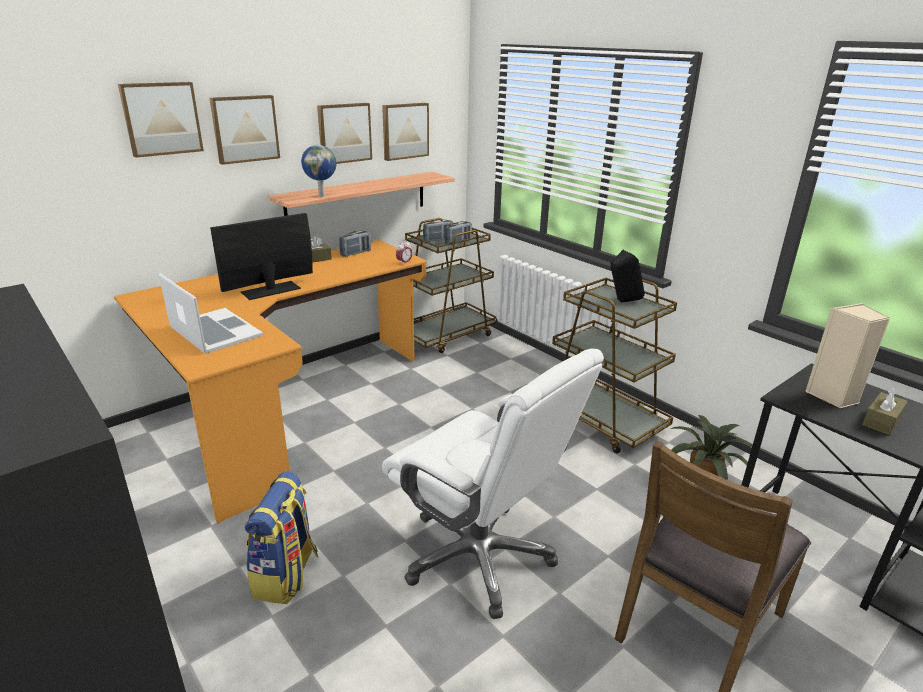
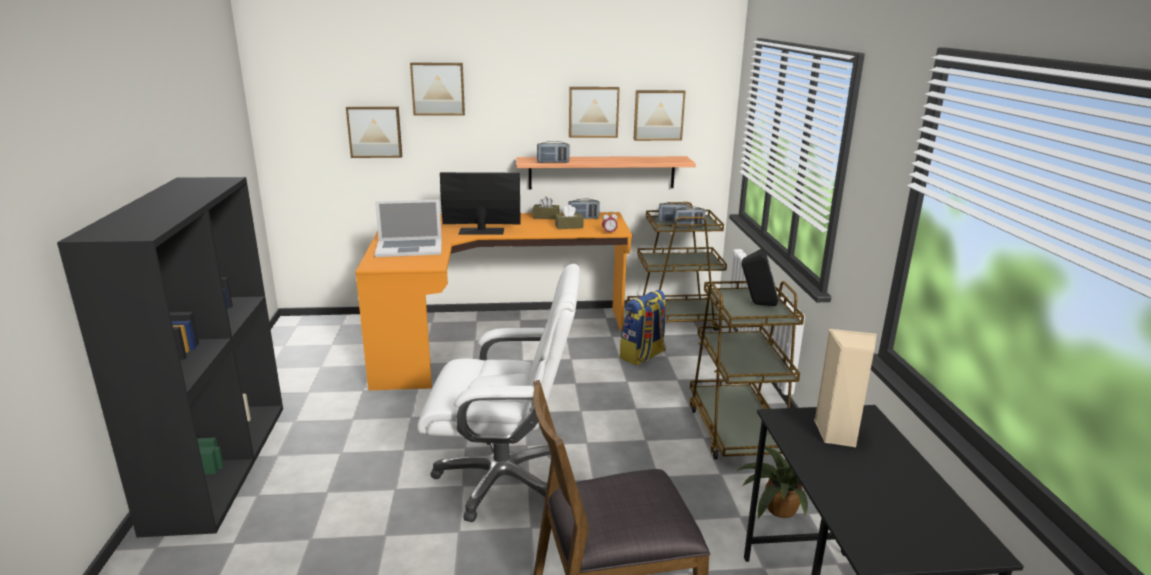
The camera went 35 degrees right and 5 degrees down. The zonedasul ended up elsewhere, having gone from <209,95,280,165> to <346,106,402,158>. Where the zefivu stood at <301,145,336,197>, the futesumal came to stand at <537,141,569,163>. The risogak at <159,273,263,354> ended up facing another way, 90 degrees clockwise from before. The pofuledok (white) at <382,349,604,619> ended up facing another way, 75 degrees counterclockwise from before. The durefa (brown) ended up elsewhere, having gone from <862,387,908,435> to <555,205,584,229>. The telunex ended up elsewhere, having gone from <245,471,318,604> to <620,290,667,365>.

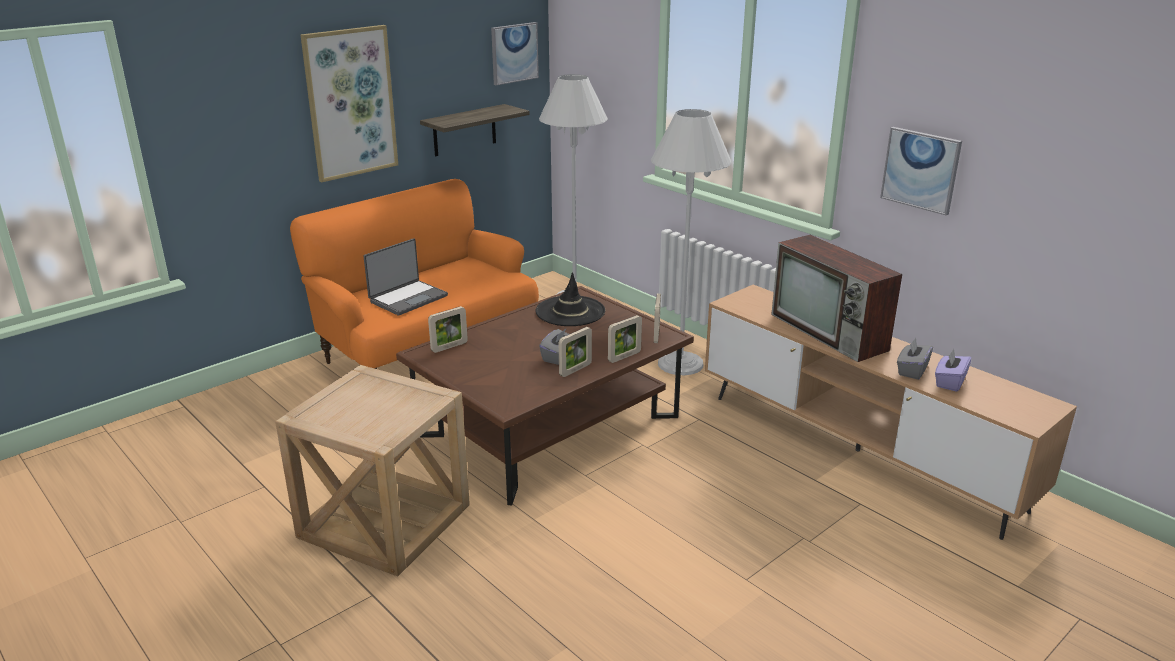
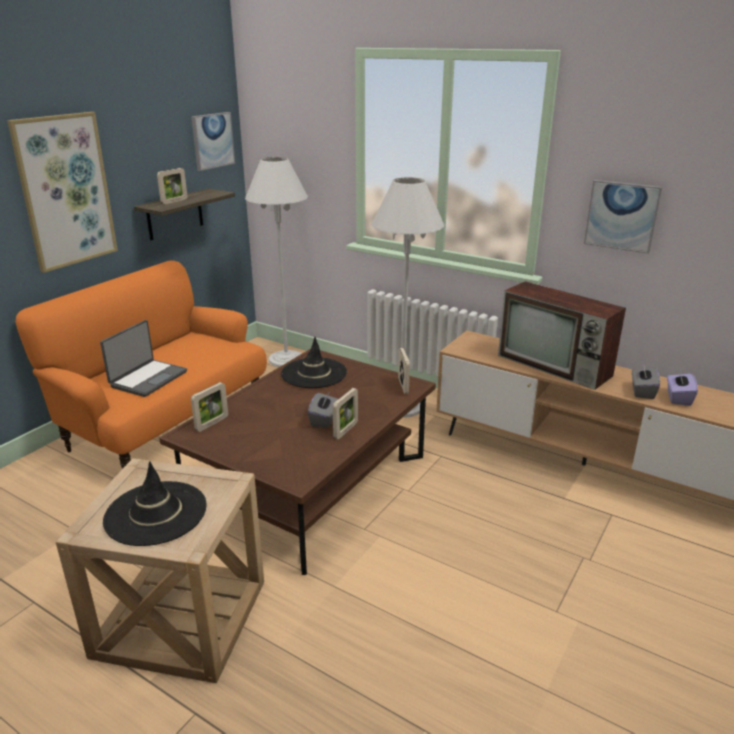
The camera went 15 degrees left and 0 degrees up. The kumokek ended up elsewhere, having gone from <608,315,642,363> to <157,168,187,204>. The second view gained the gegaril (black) at <103,461,207,546>.

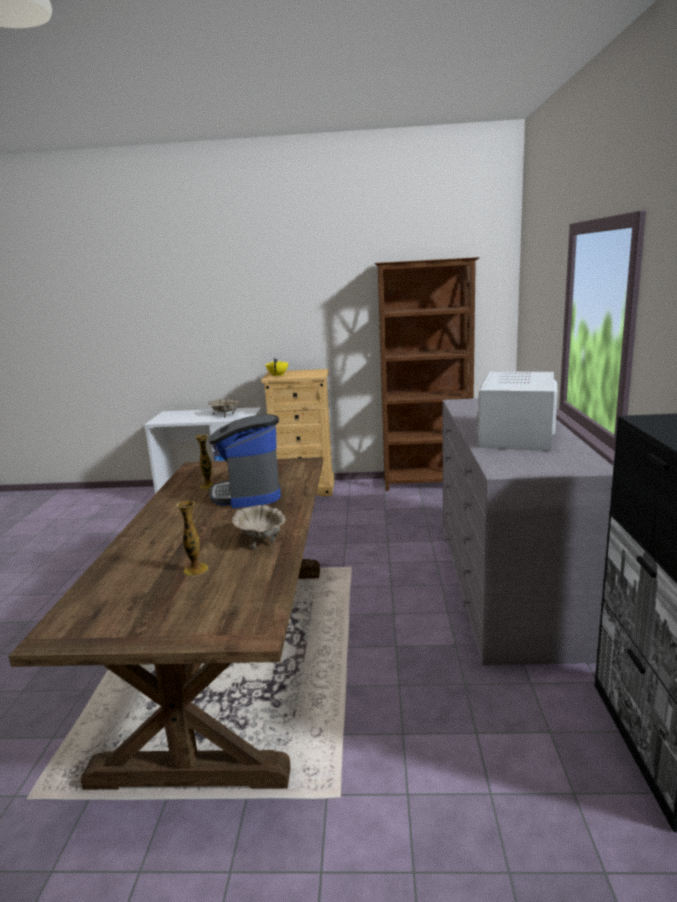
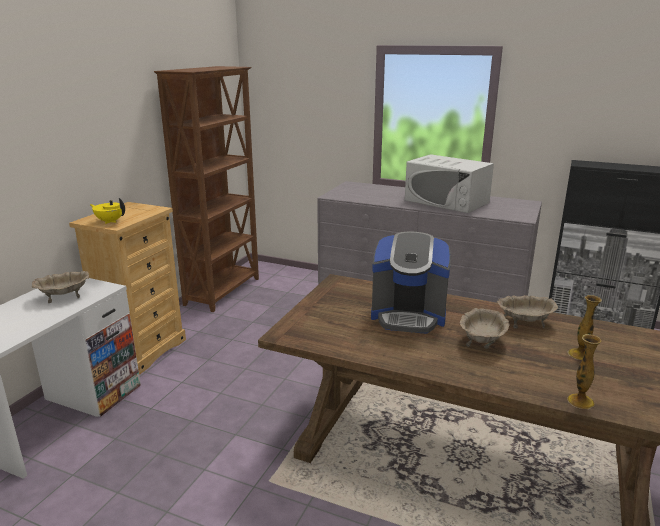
The camera went 70 degrees left and 5 degrees up. The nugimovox ended up elsewhere, having gone from <195,434,214,489> to <567,334,601,409>. The second view gained the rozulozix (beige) at <460,308,510,349>.

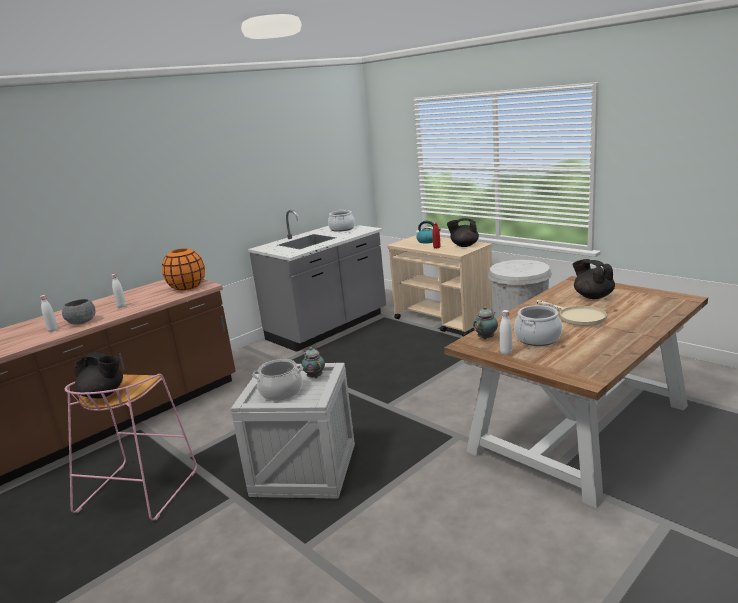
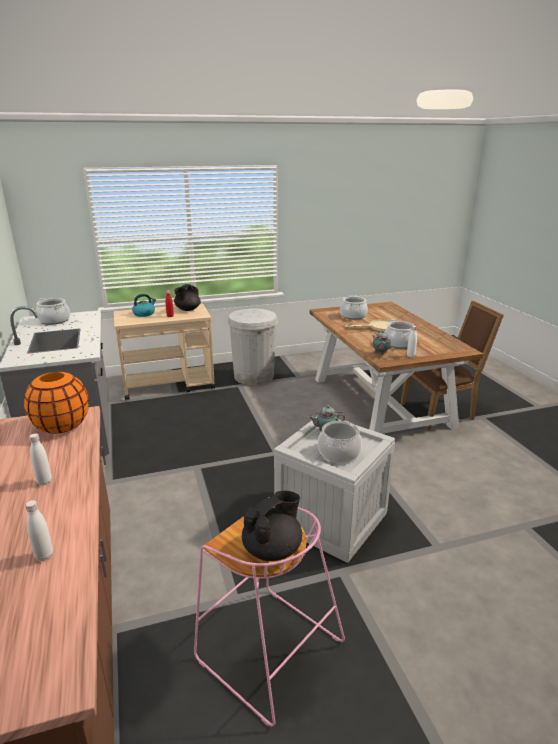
The camera went 65 degrees left and 5 degrees up. Where the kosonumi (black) stood at <572,259,615,299>, the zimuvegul came to stand at <340,295,368,320>. The second view lost the rozulozix (grey) at <62,299,95,325>. The second view gained the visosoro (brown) at <400,301,504,430>.

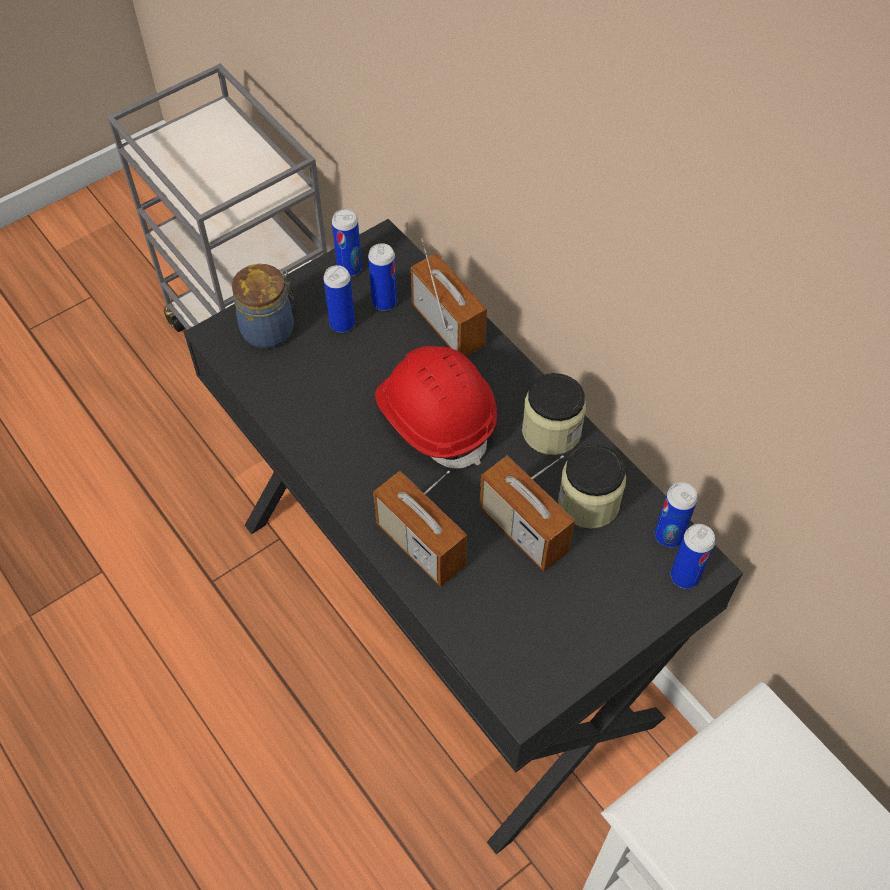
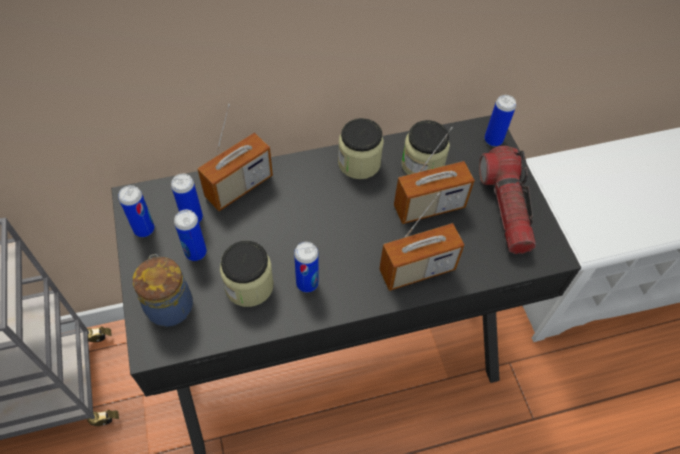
The camera went 70 degrees left and 0 degrees up. The futesumal at <411,238,487,357> ended up facing another way, 150 degrees clockwise from before. The second view lost the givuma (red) at <375,346,497,469>. The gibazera ended up elsewhere, having gone from <655,482,698,547> to <294,242,318,292>. The second view gained the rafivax at <479,146,536,254>. The second view gained the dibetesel at <220,241,274,307>.

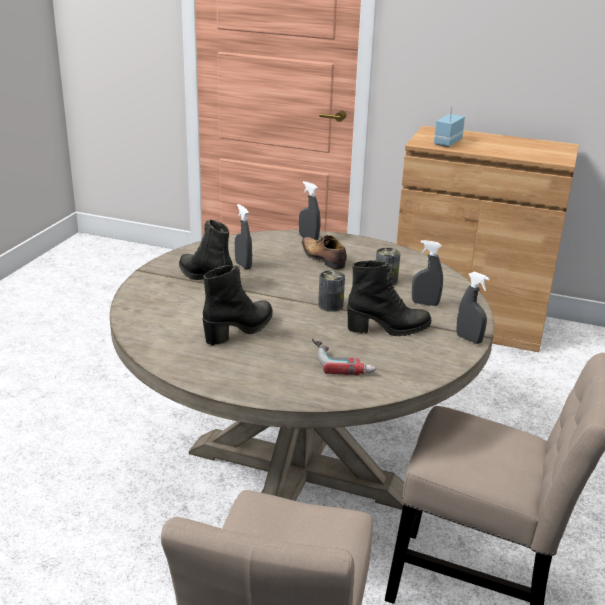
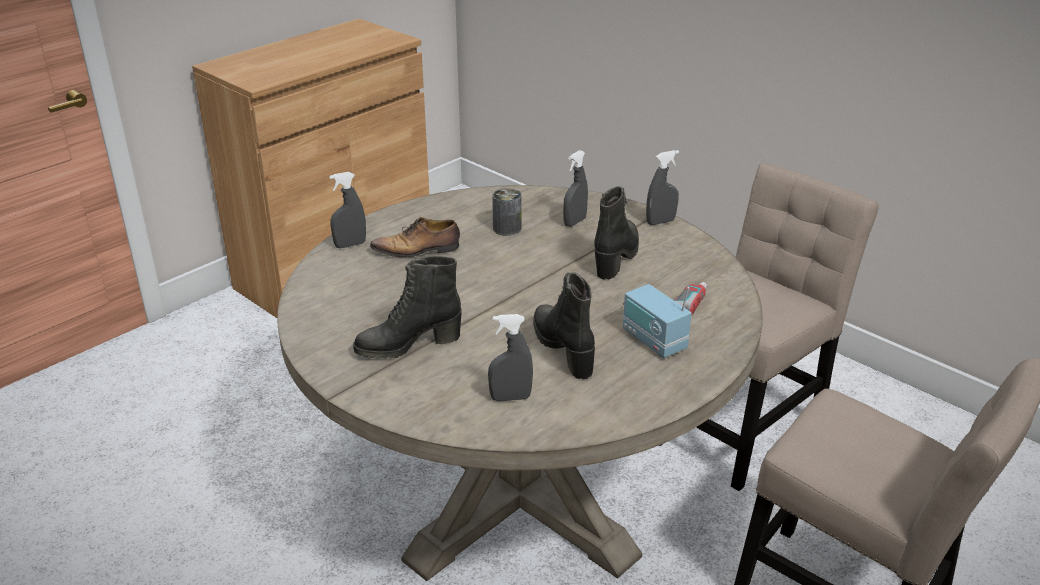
The camera went 65 degrees left and 5 degrees up. The futesumal ended up elsewhere, having gone from <434,106,465,147> to <623,284,692,358>. The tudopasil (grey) ended up elsewhere, having gone from <235,204,252,270> to <488,314,533,402>. The second view lost the gibazera at <318,270,345,312>.

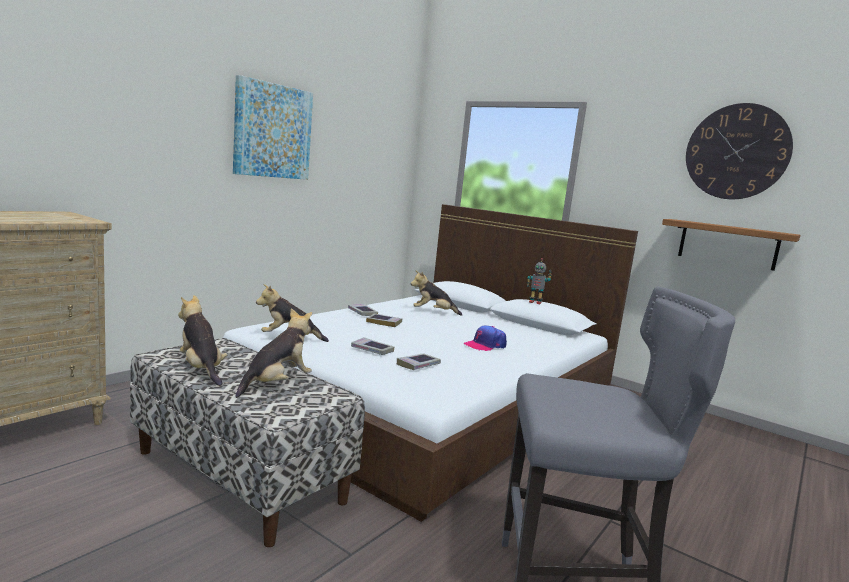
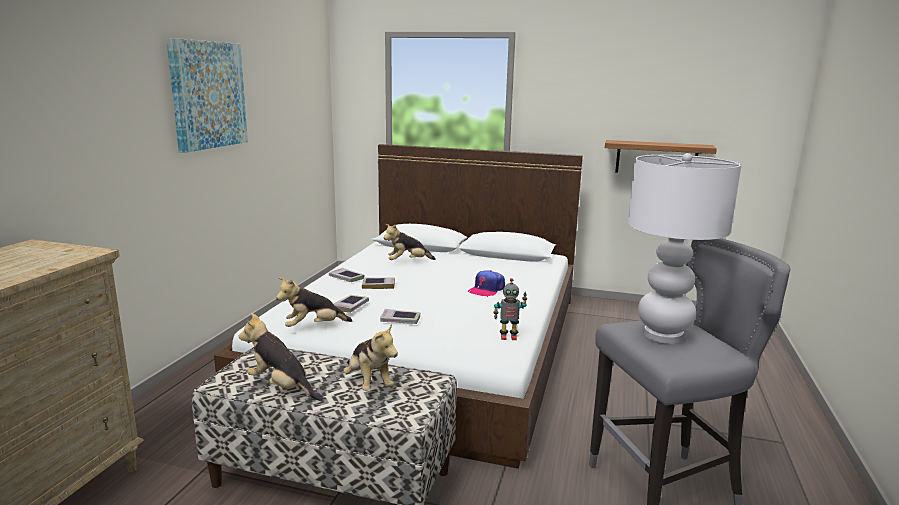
The camera went 20 degrees left and 5 degrees up. The second view lost the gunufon at <686,103,793,199>. The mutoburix ended up elsewhere, having gone from <526,258,552,304> to <493,278,527,340>. The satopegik at <235,308,312,398> ended up facing another way, 135 degrees clockwise from before. The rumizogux ended up elsewhere, having gone from <397,353,441,370> to <333,295,369,313>. The second view gained the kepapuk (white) at <628,153,741,344>.

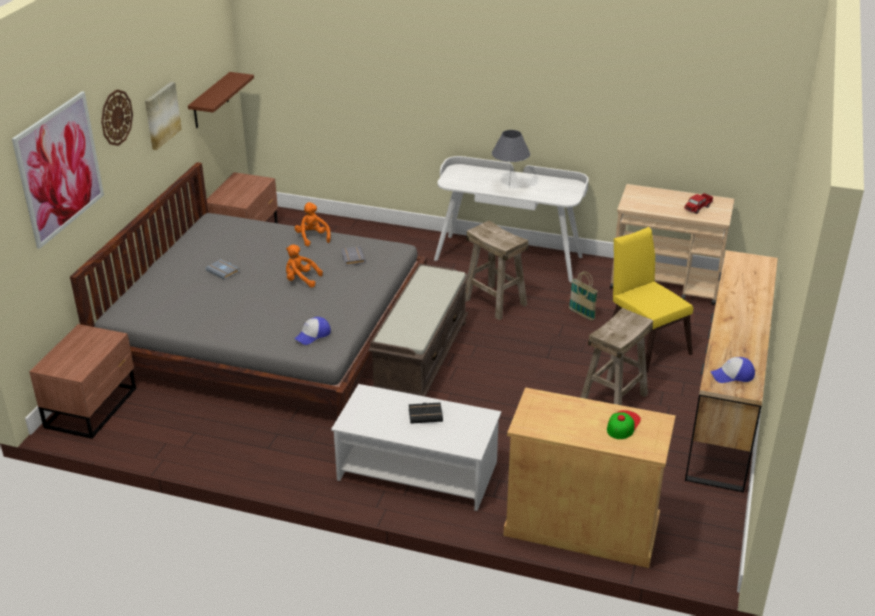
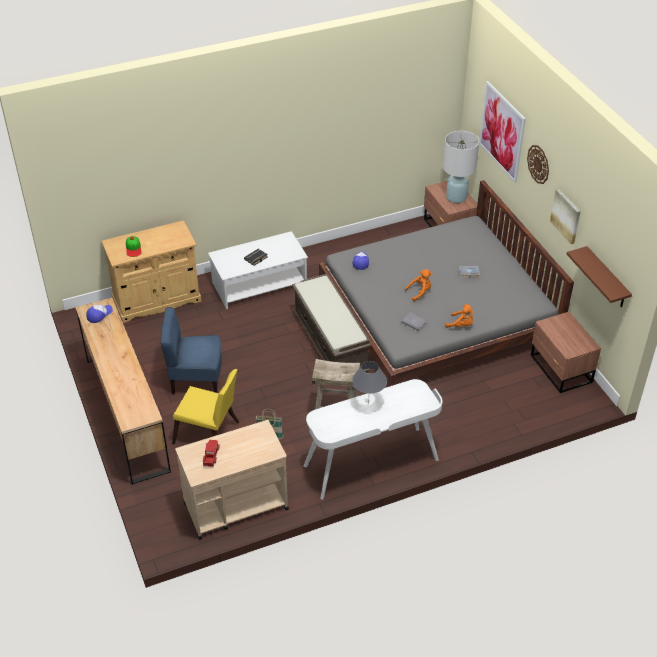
The camera went 140 degrees right and 10 degrees up. Where the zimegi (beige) stood at <580,308,653,405>, the visosoro (blue) came to stand at <161,307,221,394>. The second view gained the kepapuk (white) at <443,131,479,203>.

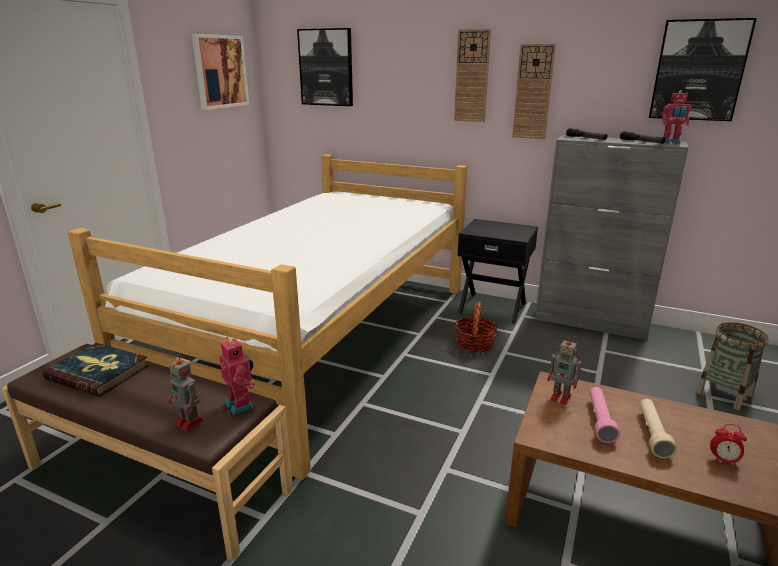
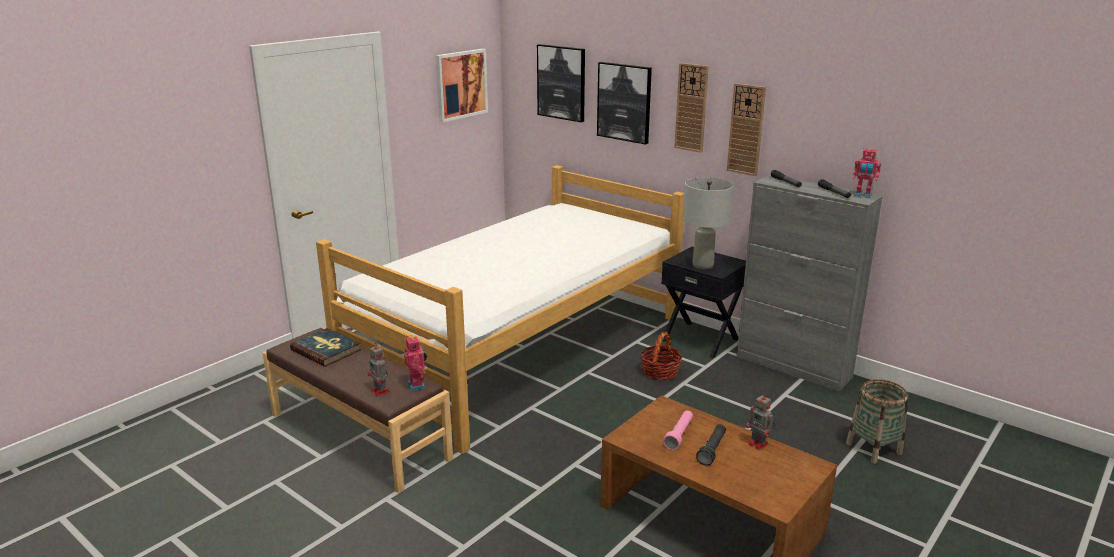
The camera went 15 degrees right and 0 degrees up. The zonedasul ended up elsewhere, having gone from <649,18,757,121> to <597,62,652,145>. The mutoburix ended up elsewhere, having gone from <547,336,583,405> to <746,392,776,450>. What was the rafivax (beige) at <640,399,677,458> turned into the rafivax (black) at <696,424,726,466>. The second view lost the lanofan at <710,424,747,468>. The second view gained the kepapuk (grey) at <683,177,734,270>.

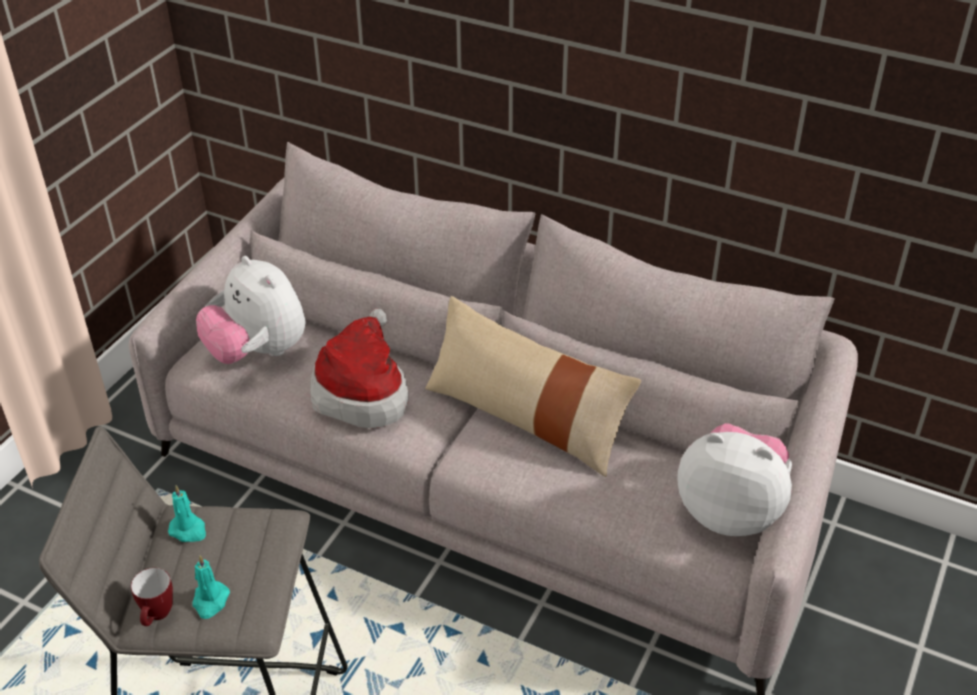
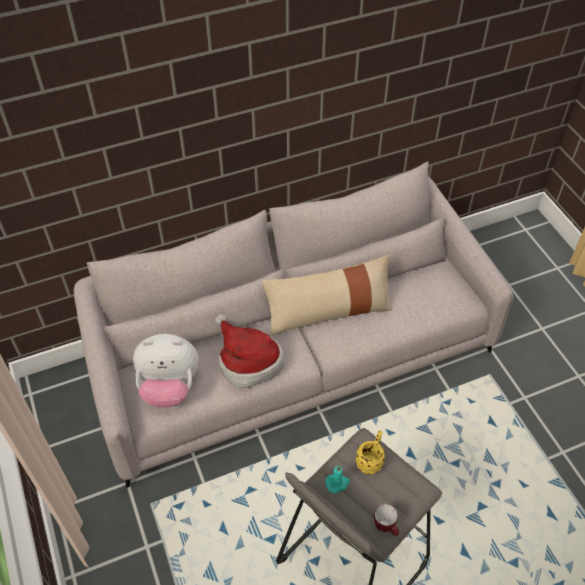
The camera went 50 degrees left and 10 degrees up. The second view lost the satopegik at <677,423,792,536>. The second view lost the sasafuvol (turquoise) at <193,556,230,619>. The second view gained the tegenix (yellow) at <356,430,385,475>.

